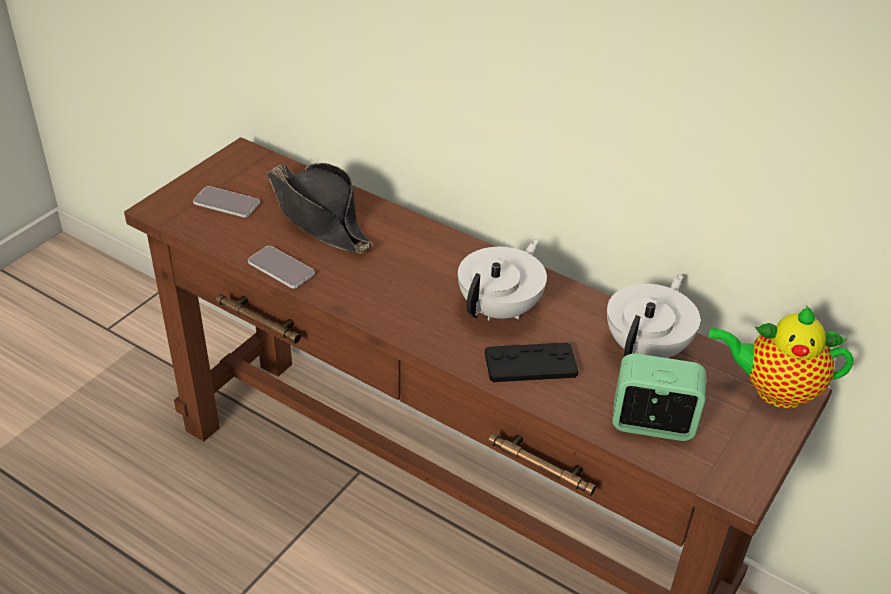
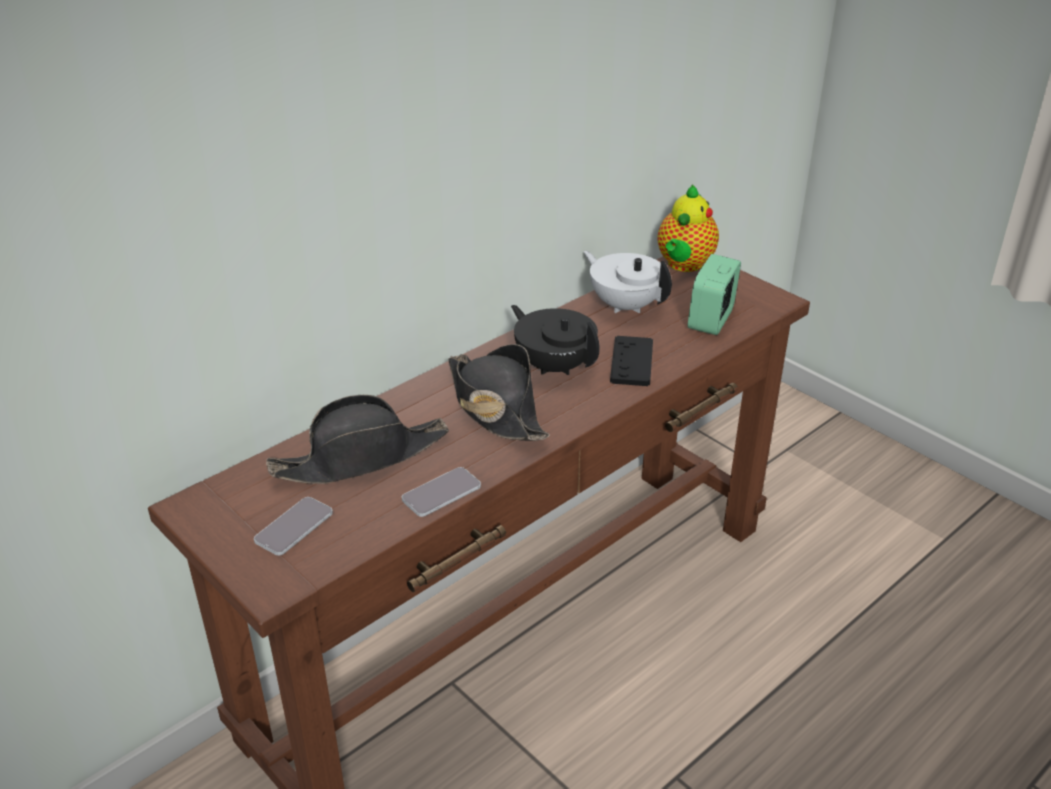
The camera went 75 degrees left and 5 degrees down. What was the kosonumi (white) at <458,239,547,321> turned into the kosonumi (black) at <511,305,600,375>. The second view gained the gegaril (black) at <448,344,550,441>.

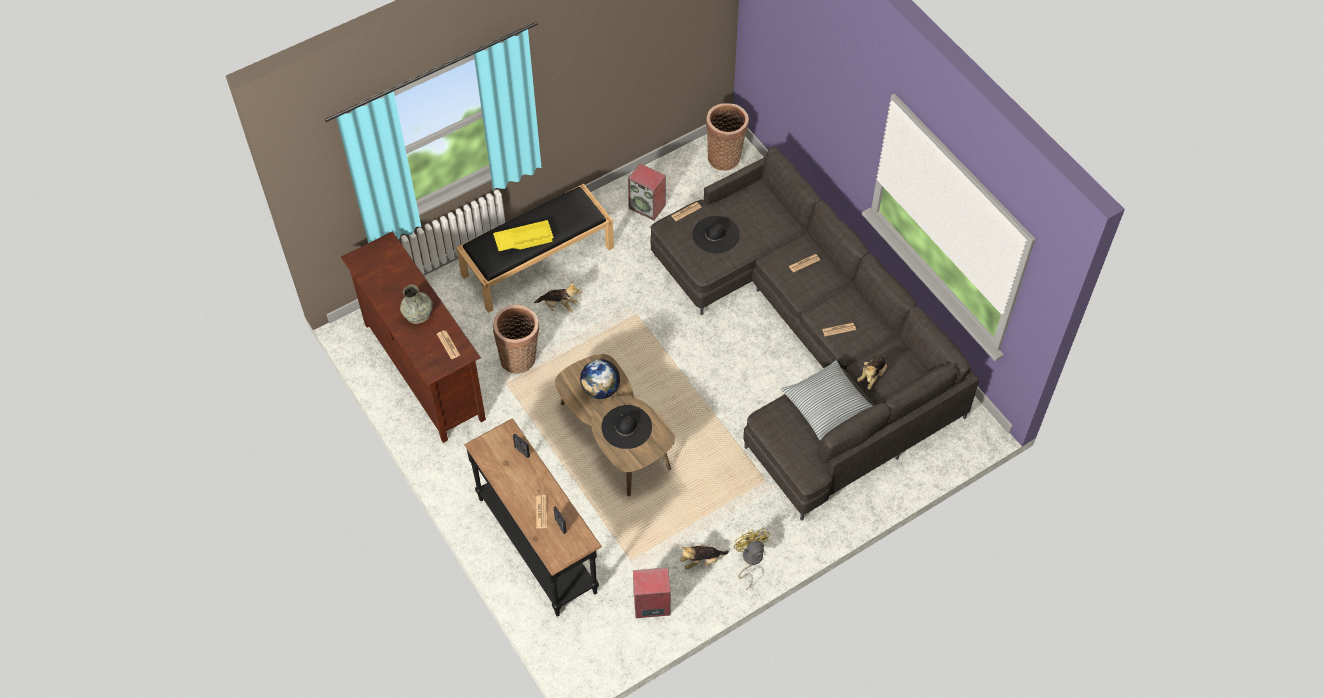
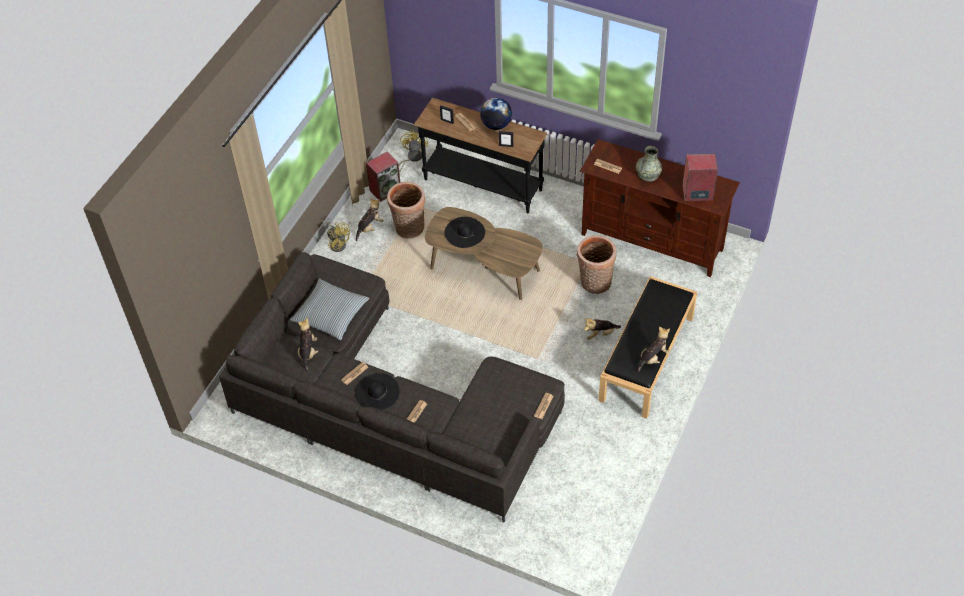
The camera went 150 degrees right and 5 degrees down. The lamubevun ended up elsewhere, having gone from <706,103,749,170> to <387,182,425,239>. The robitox ended up elsewhere, having gone from <628,163,666,220> to <682,153,718,201>. The gegaril (black) ended up elsewhere, having gone from <692,216,740,254> to <355,373,399,410>. The second view lost the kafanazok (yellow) at <493,220,554,251>. The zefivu ended up elsewhere, having gone from <580,359,620,399> to <480,98,512,130>. The second view gained the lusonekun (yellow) at <399,130,428,173>. The second view gained the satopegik at <637,327,670,373>.

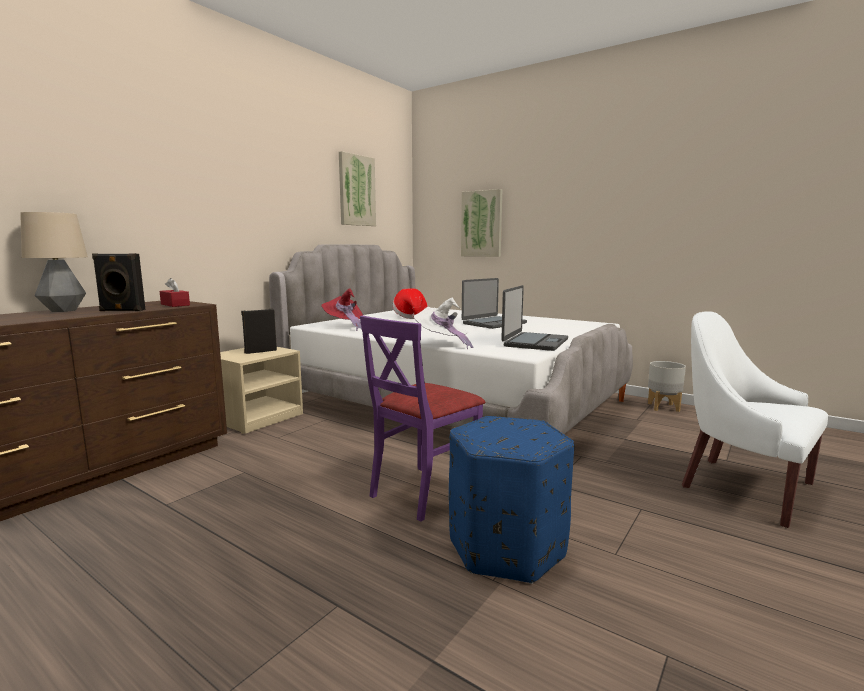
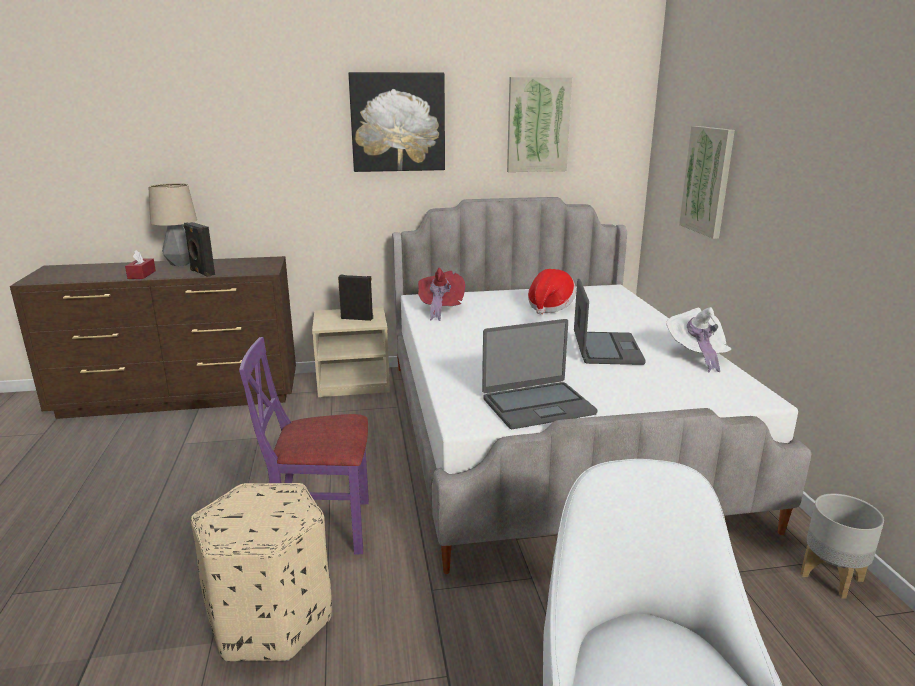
The camera went 45 degrees right and 10 degrees up. The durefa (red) ended up elsewhere, having gone from <160,278,190,307> to <125,250,156,279>. The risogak at <462,278,527,329> ended up facing another way, 90 degrees counterclockwise from before. The gegaril (white) ended up elsewhere, having gone from <414,298,474,349> to <666,307,732,372>. What was the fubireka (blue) at <449,416,574,584> turned into the fubireka (beige) at <191,483,332,661>. The second view gained the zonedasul at <348,72,445,172>.

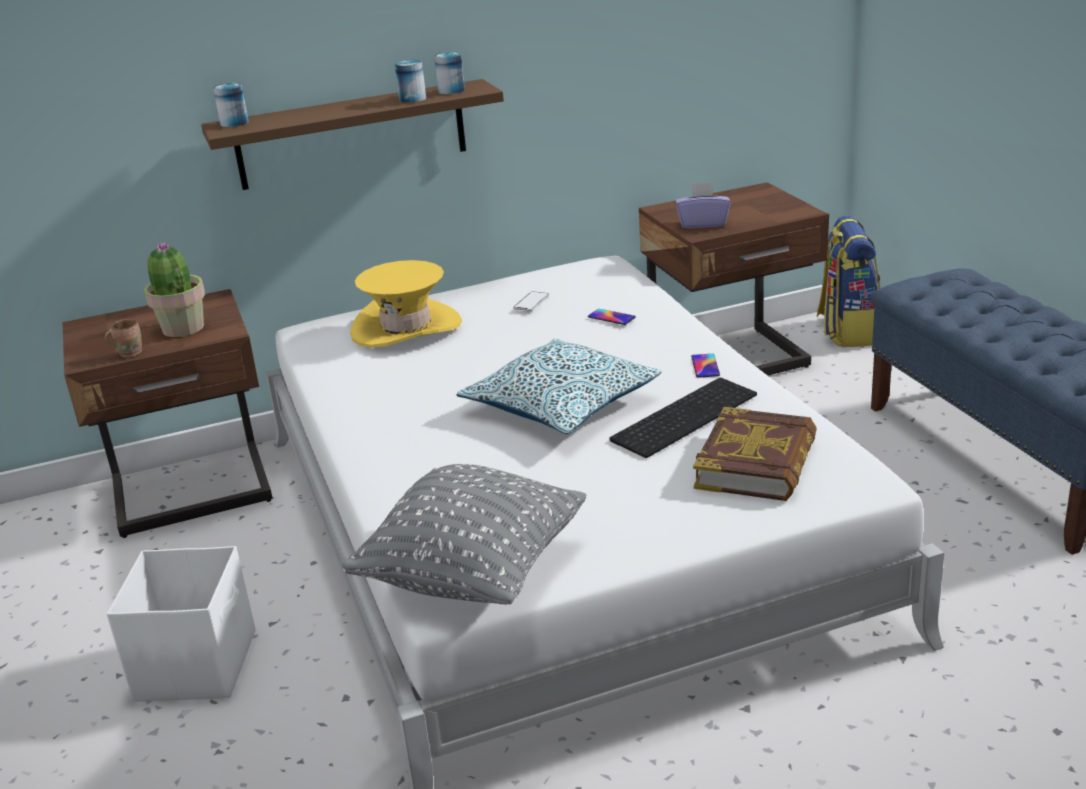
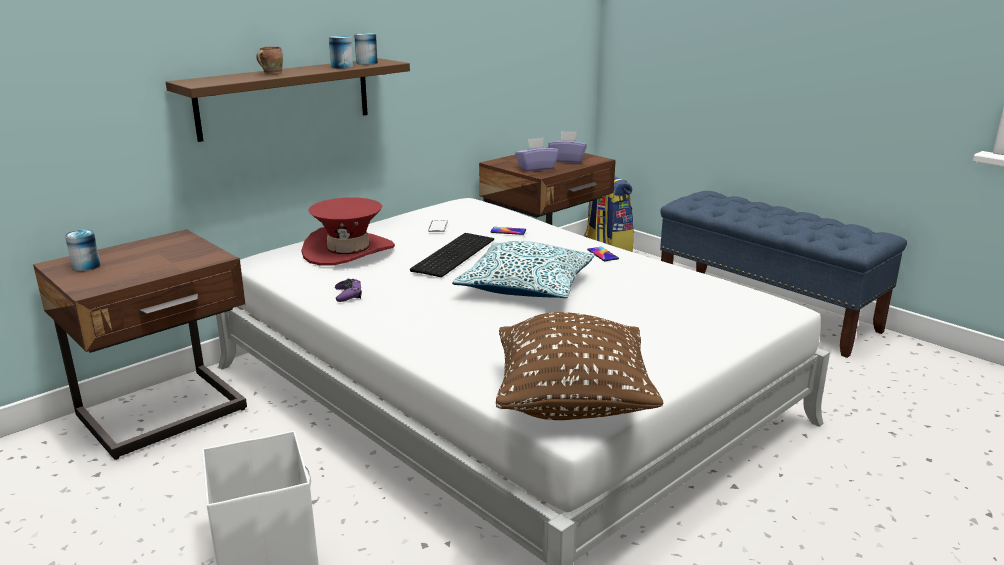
The camera went 25 degrees left and 5 degrees down. The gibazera ended up elsewhere, having gone from <213,83,249,127> to <65,230,101,271>. The second view lost the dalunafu at <144,241,205,337>. What was the gegaril (yellow) at <350,260,462,348> turned into the gegaril (red) at <302,198,395,265>. The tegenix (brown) ended up elsewhere, having gone from <105,319,142,357> to <256,47,283,75>. The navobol ended up elsewhere, having gone from <609,378,757,458> to <410,233,494,277>. The second view lost the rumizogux at <693,407,817,501>. What was the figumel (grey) at <342,464,587,604> turned into the figumel (brown) at <496,312,663,420>. The second view gained the durefa (purple) at <548,131,587,163>. The second view gained the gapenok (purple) at <335,279,362,302>.

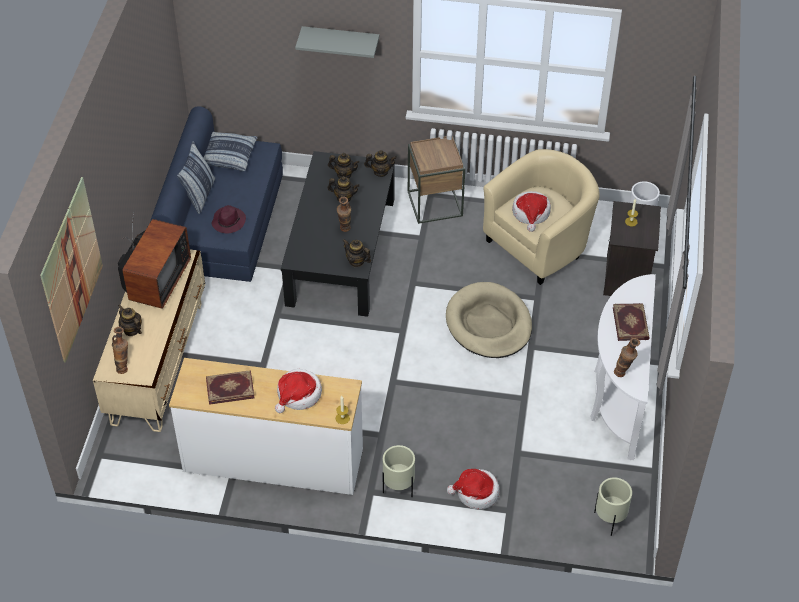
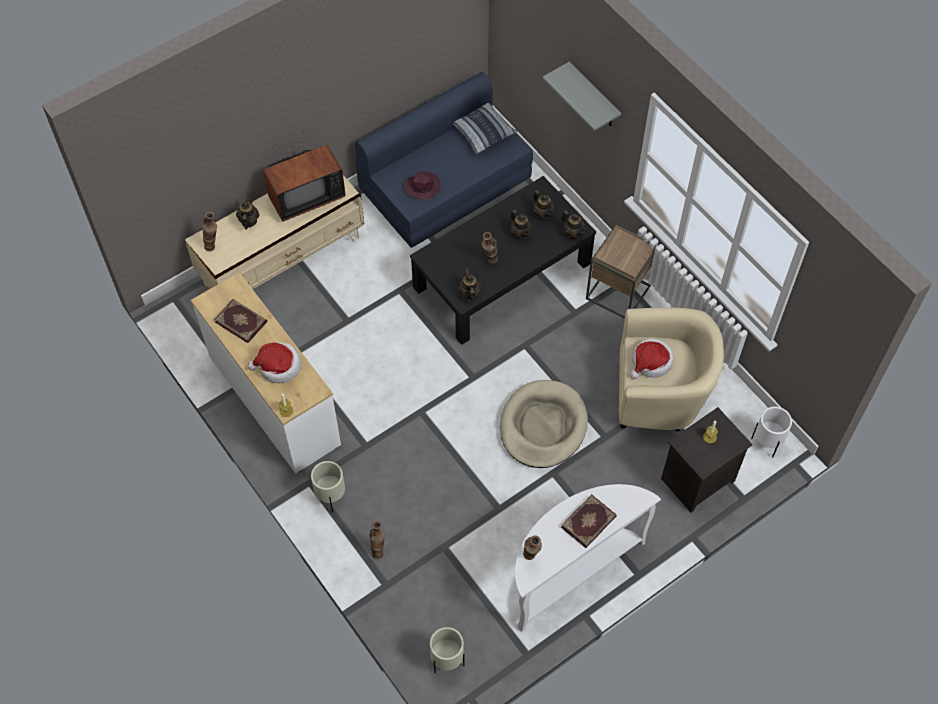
The camera went 45 degrees right and 10 degrees up. The second view lost the figumel at <177,141,216,214>. The second view lost the zonedasul at <40,177,103,363>. Where the gegaril stood at <447,469,500,510>, the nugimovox came to stand at <369,521,385,559>.

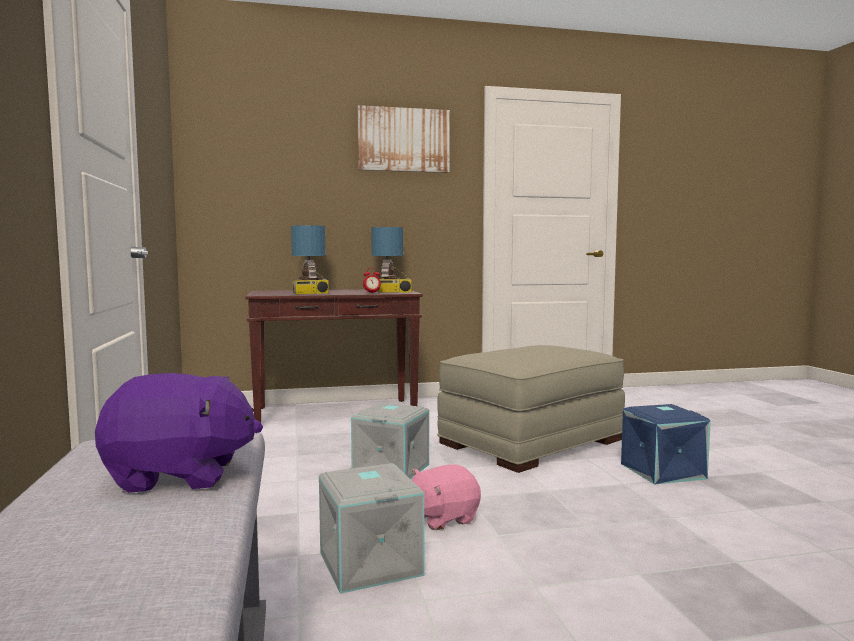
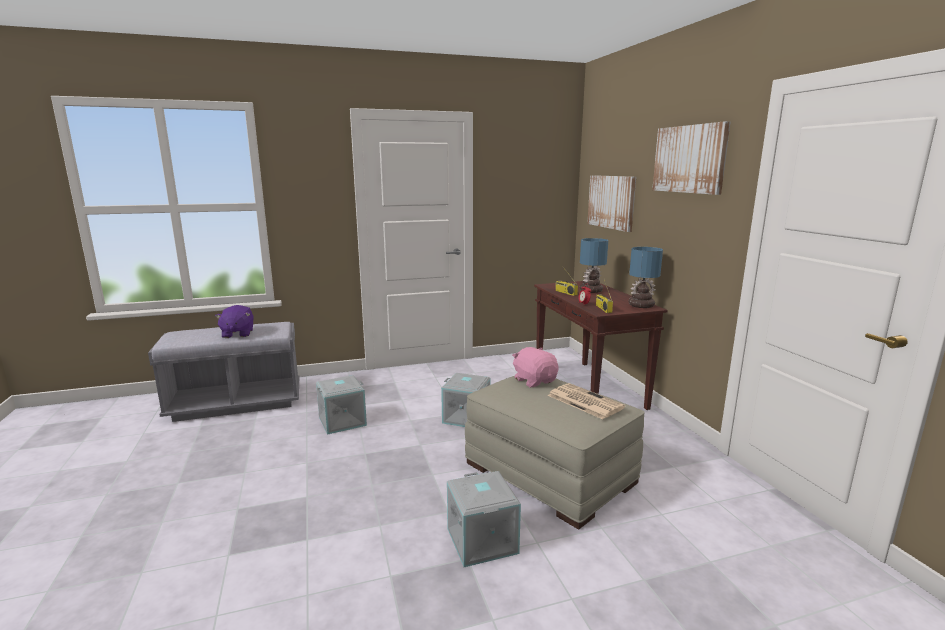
The camera went 85 degrees right and 10 degrees up. What was the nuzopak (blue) at <621,404,711,485> turned into the nuzopak (grey) at <447,471,521,567>. The satopegik (pink) ended up elsewhere, having gone from <412,465,481,530> to <512,347,559,387>. The second view gained the zonedasul at <587,175,636,232>. The second view gained the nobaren at <548,383,625,419>.

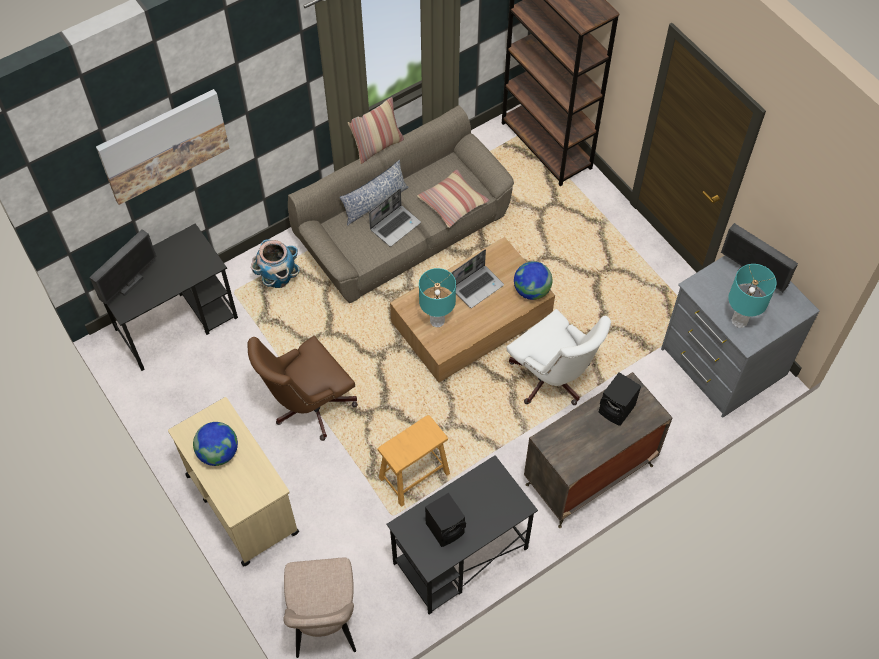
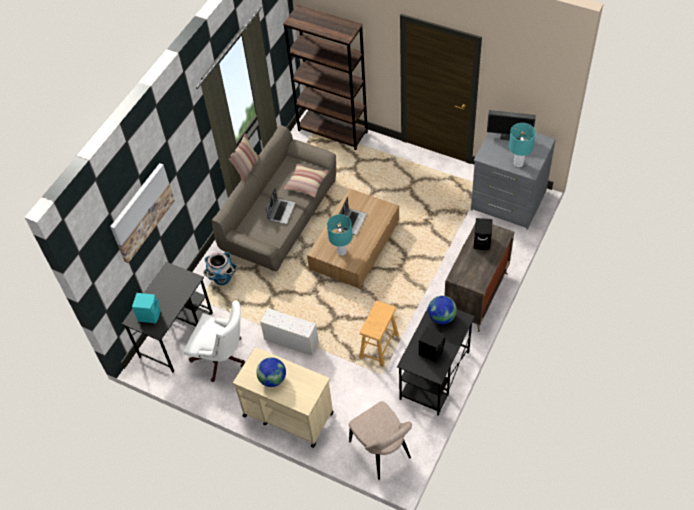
The camera went 25 degrees left and 5 degrees down. The second view lost the figumel at <340,160,409,226>. Where the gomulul stood at <89,229,157,304>, the robitox (turquoise) came to stand at <132,293,160,323>. The zefivu ended up elsewhere, having gone from <514,261,552,300> to <428,296,457,324>. The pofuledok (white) ended up elsewhere, having gone from <507,309,611,405> to <183,301,245,382>. Where the pofuledok (brown) stood at <247,336,358,441>, the nuzopak (white) came to stand at <260,308,319,356>.

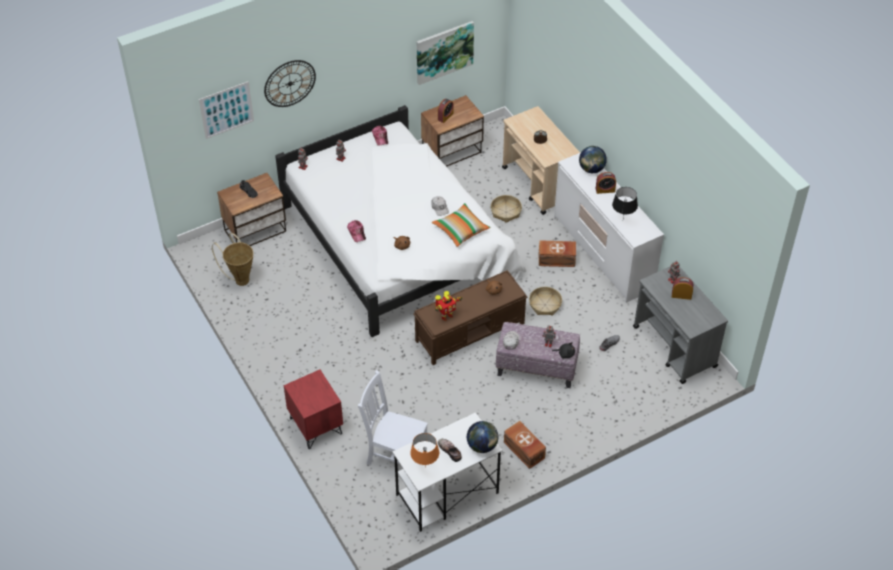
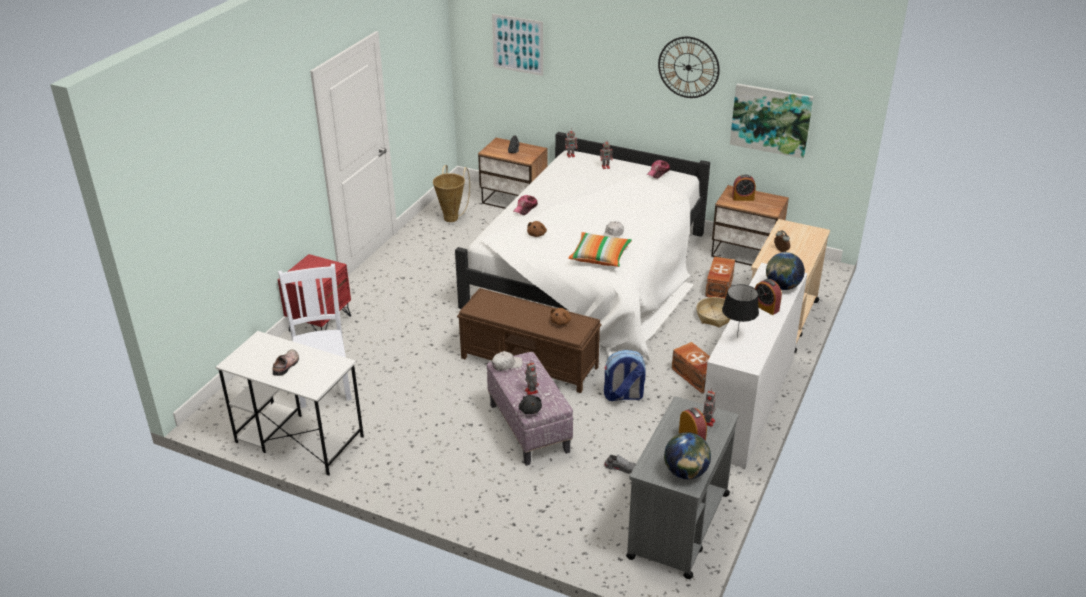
The camera went 55 degrees right and 15 degrees down. The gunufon ended up elsewhere, having gone from <264,60,316,107> to <658,37,720,98>. Where the lamubevun stood at <529,287,562,315>, the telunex came to stand at <604,350,646,401>. The second view lost the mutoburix at <435,291,463,321>. The zefivu ended up elsewhere, having gone from <467,421,498,453> to <664,432,711,479>. The nuzopak (brown) ended up elsewhere, having gone from <504,421,546,469> to <705,257,735,299>. The second view lost the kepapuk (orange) at <410,433,439,465>.

